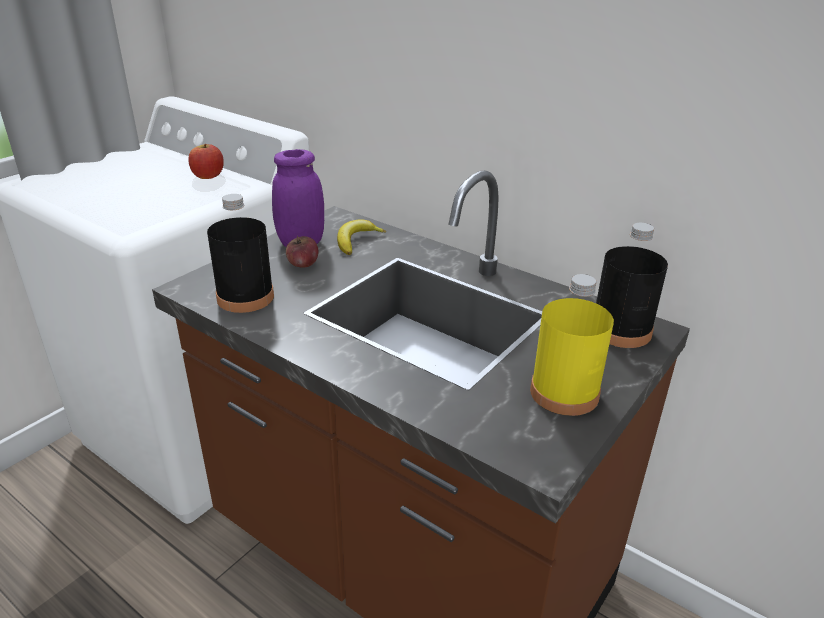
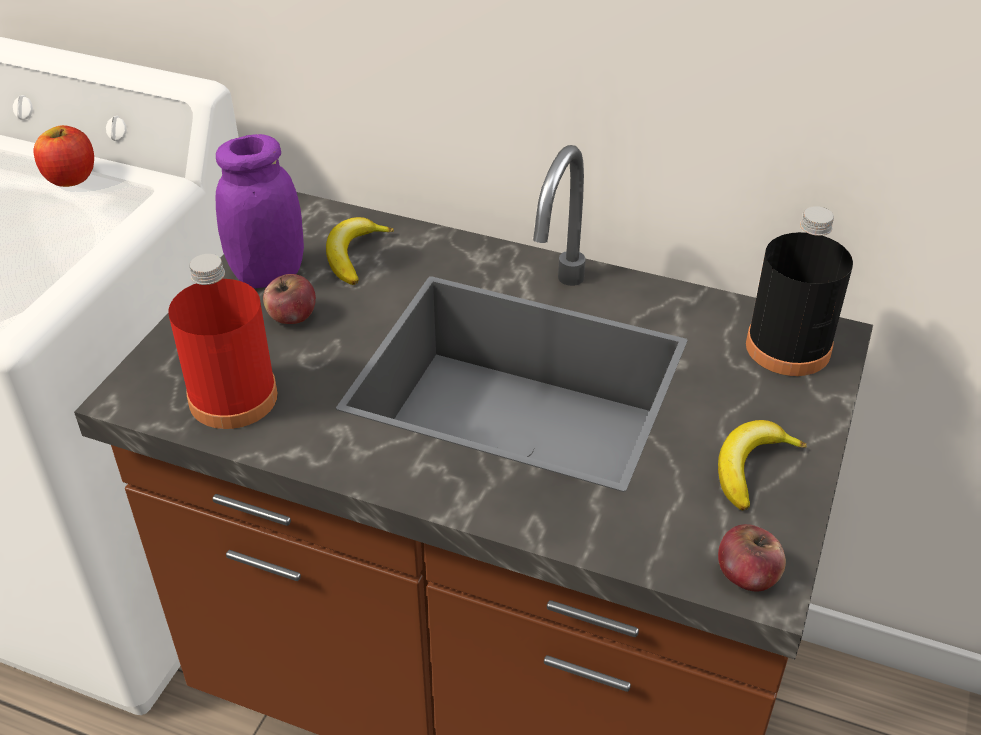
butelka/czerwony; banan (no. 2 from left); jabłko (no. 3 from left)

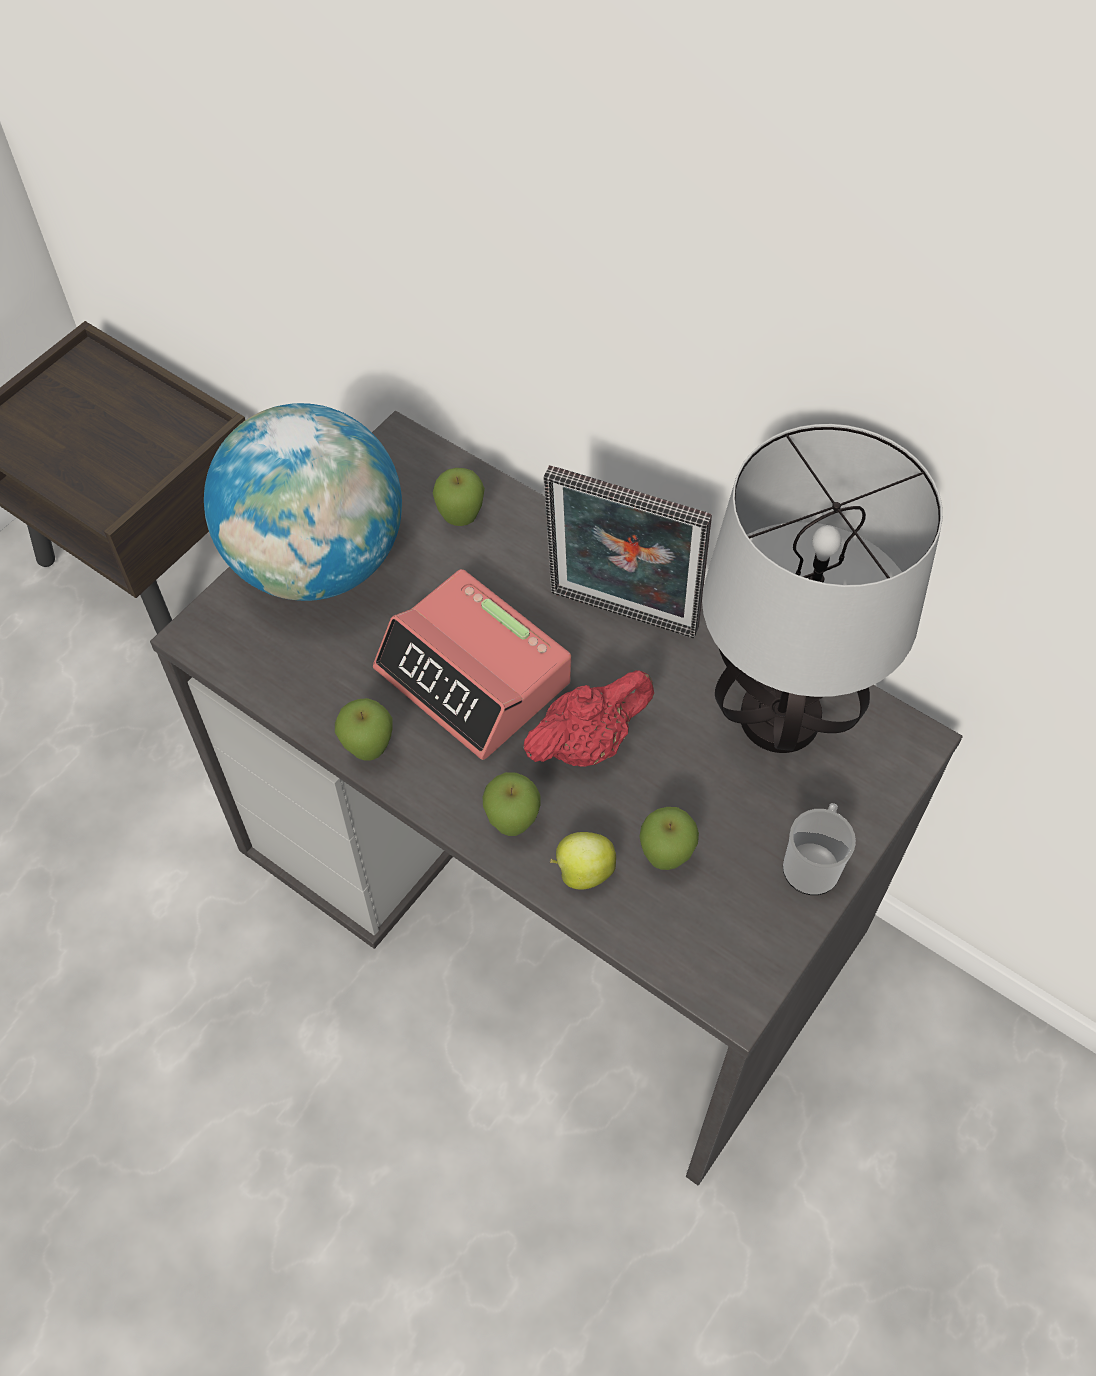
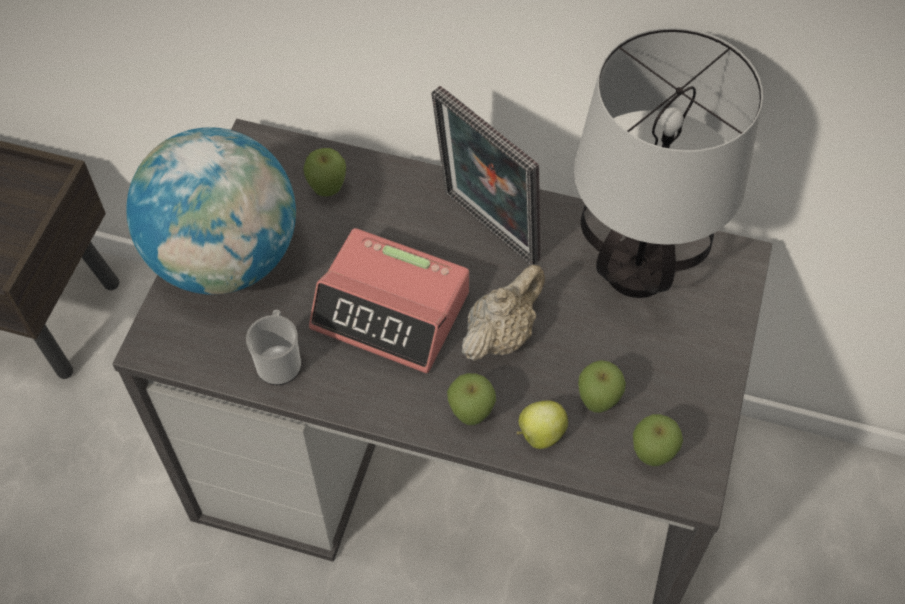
ramka na zdjęcie; imbryk/beżowy; jabłko (no. 5 from left); kubek

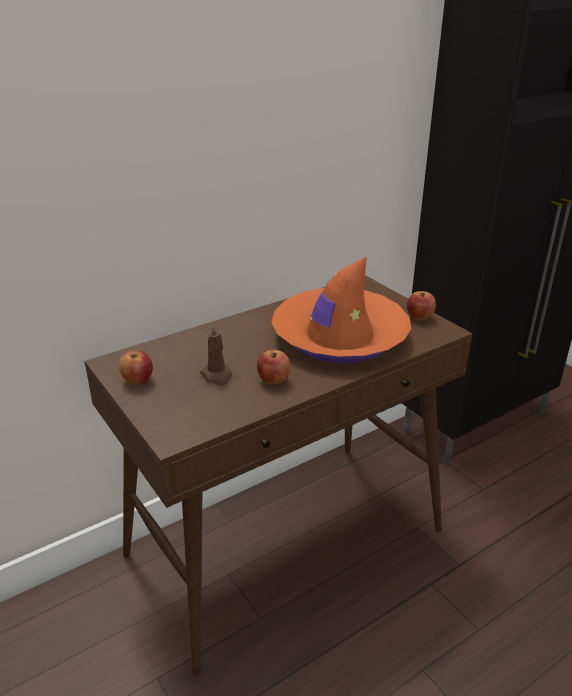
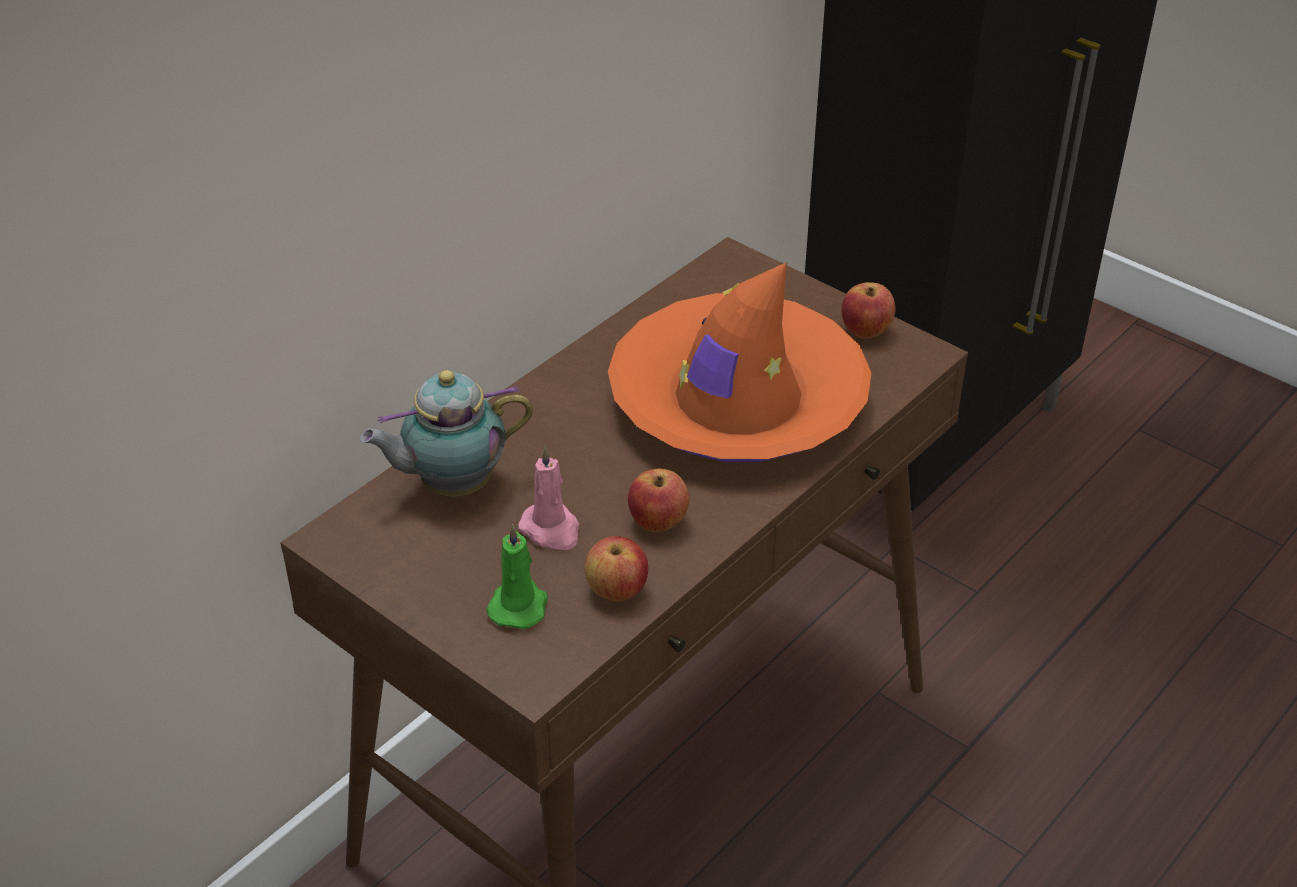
świeca/różowy; jabłko (no. 1 from left); imbryk; świeca/zielony

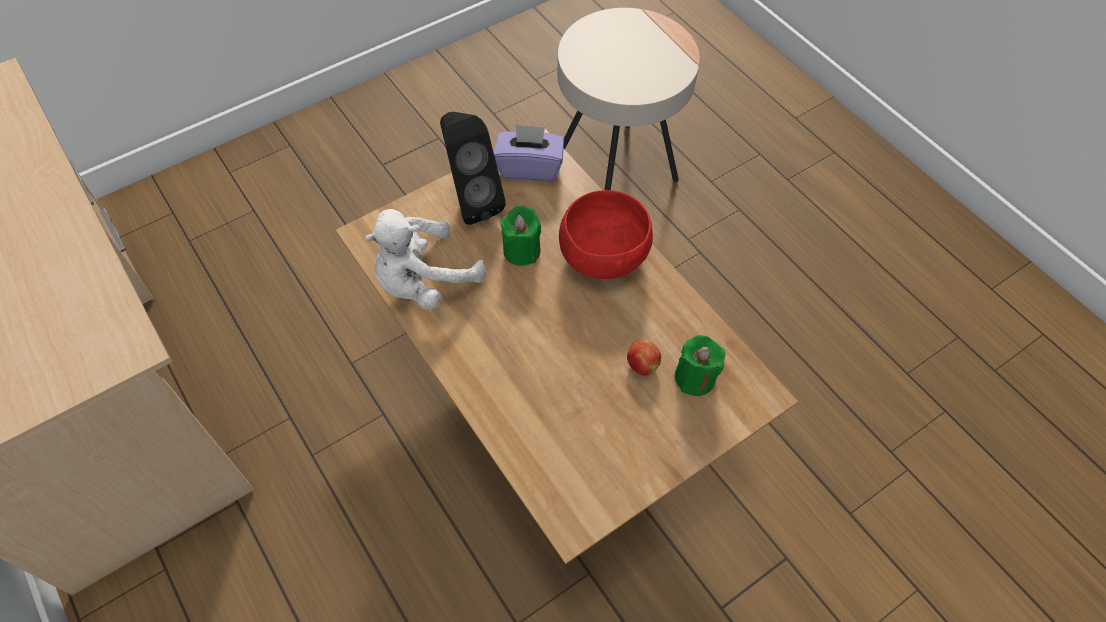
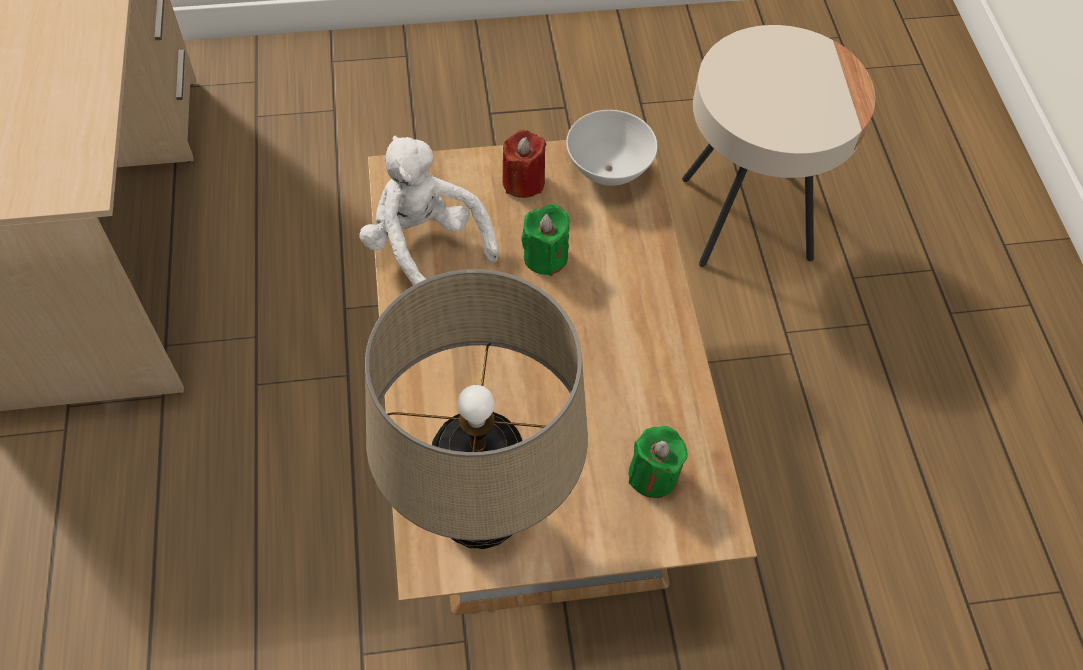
świeca/czerwony; miska/biały; miska/czerwony; pluszak/biały; jabłko; lampa stołowa/beżowy

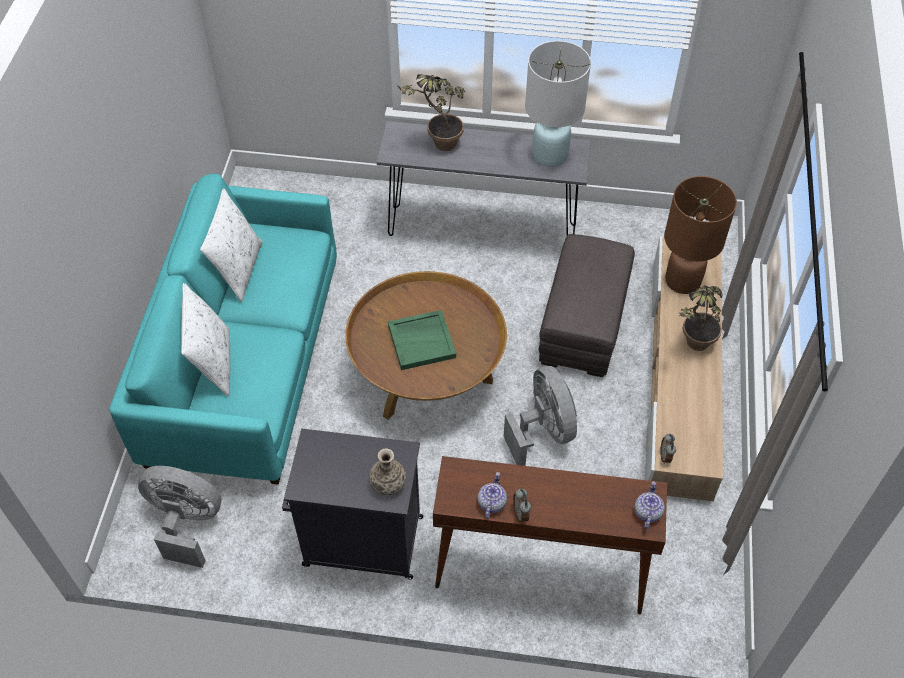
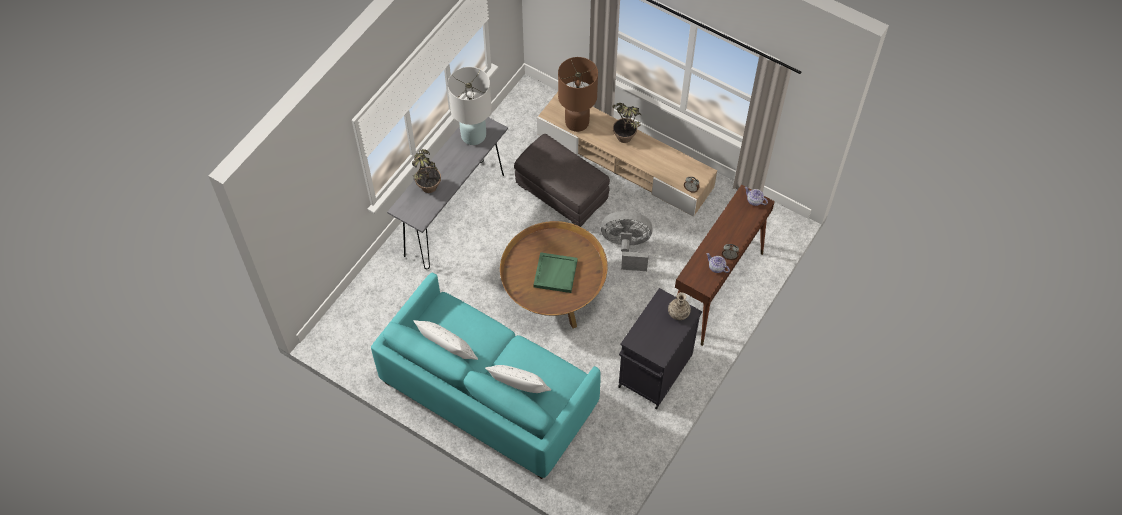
wentylator/szary (no. 1 from left in the first image)

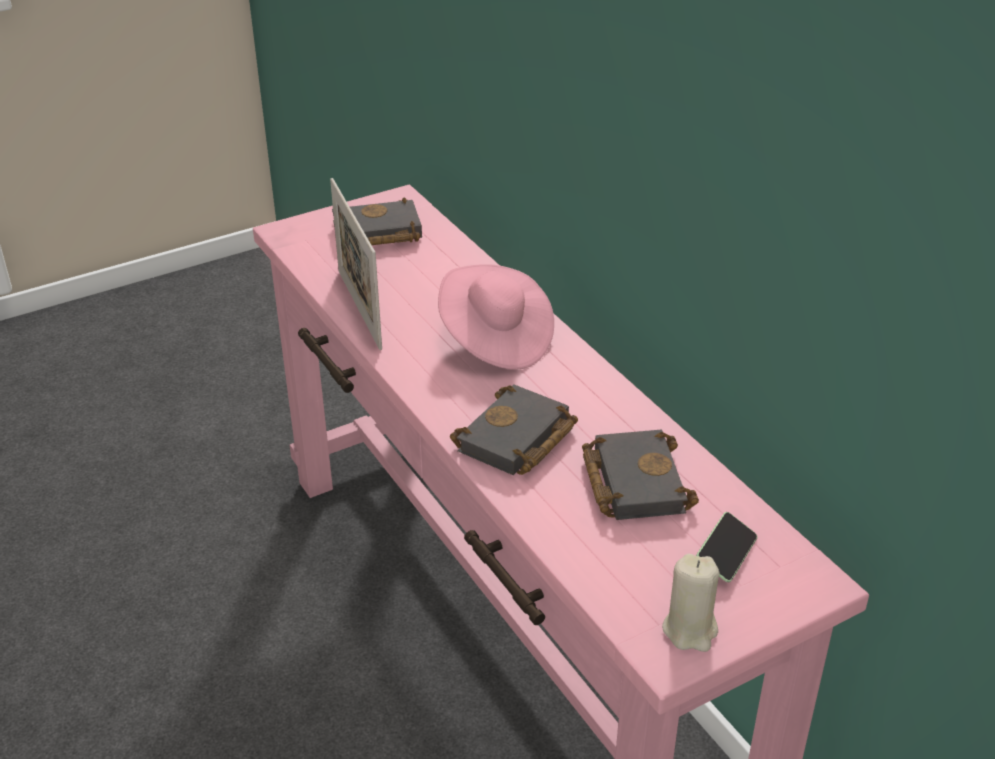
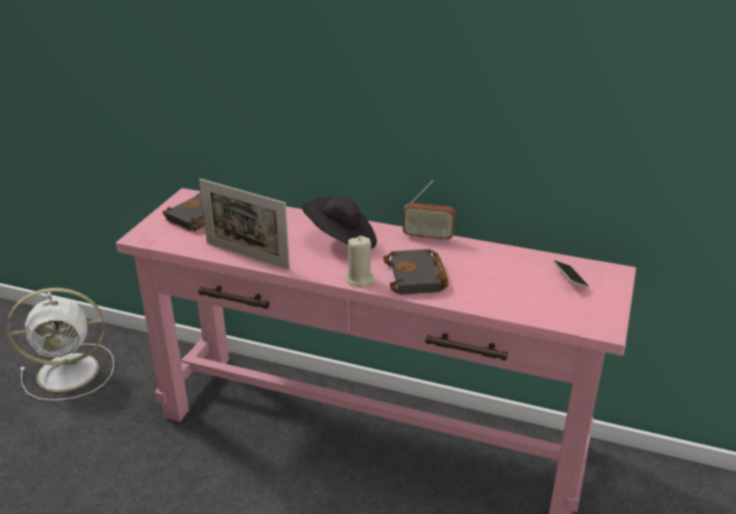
kapelusz/czarny; książka/czarny (no. 3 from left in the first image); świeca/beżowy; radio; wentylator/biały

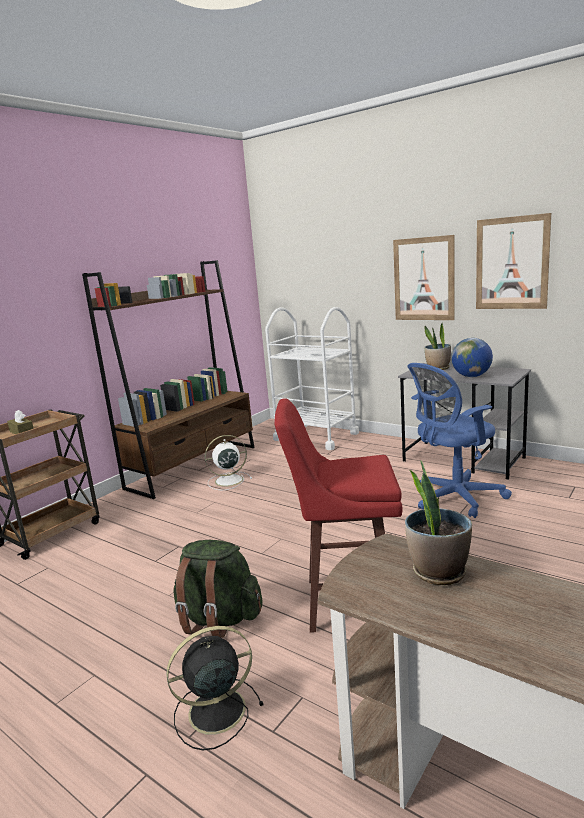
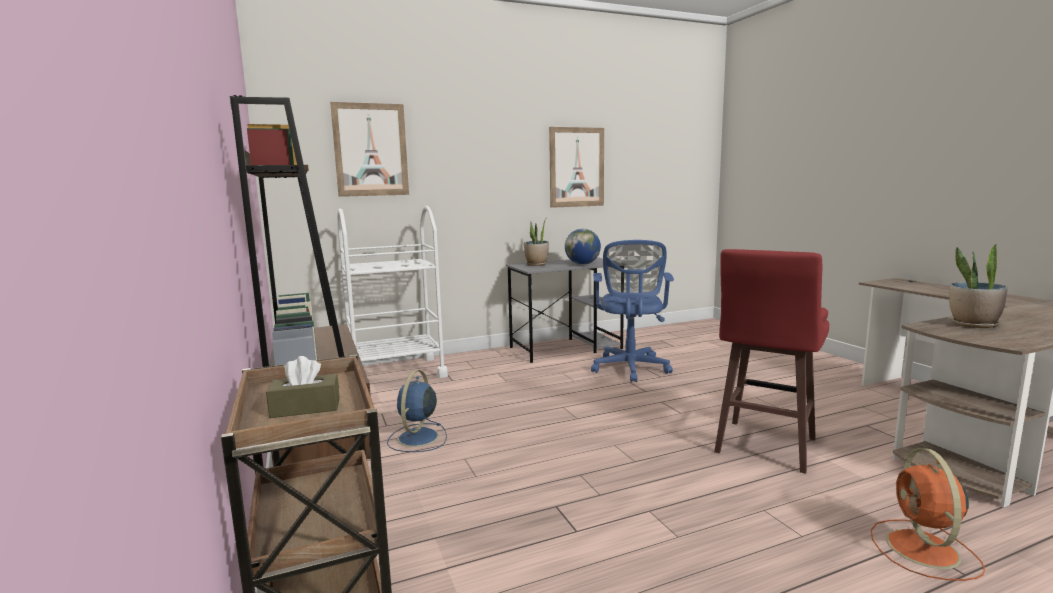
obraz (no. 1 from left); wentylator/niebieski; plecak/zielony; wentylator/pomarańczowy

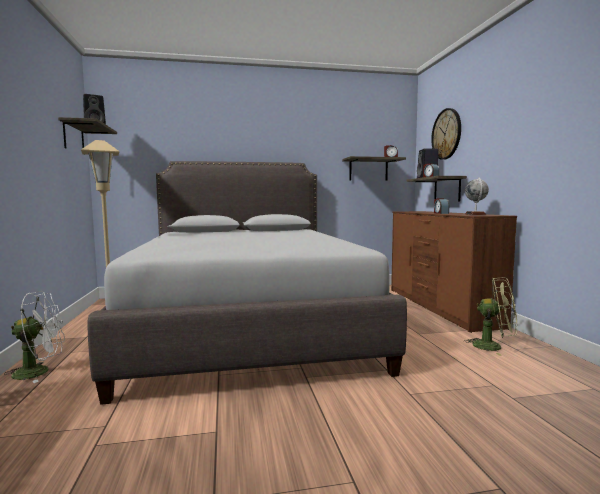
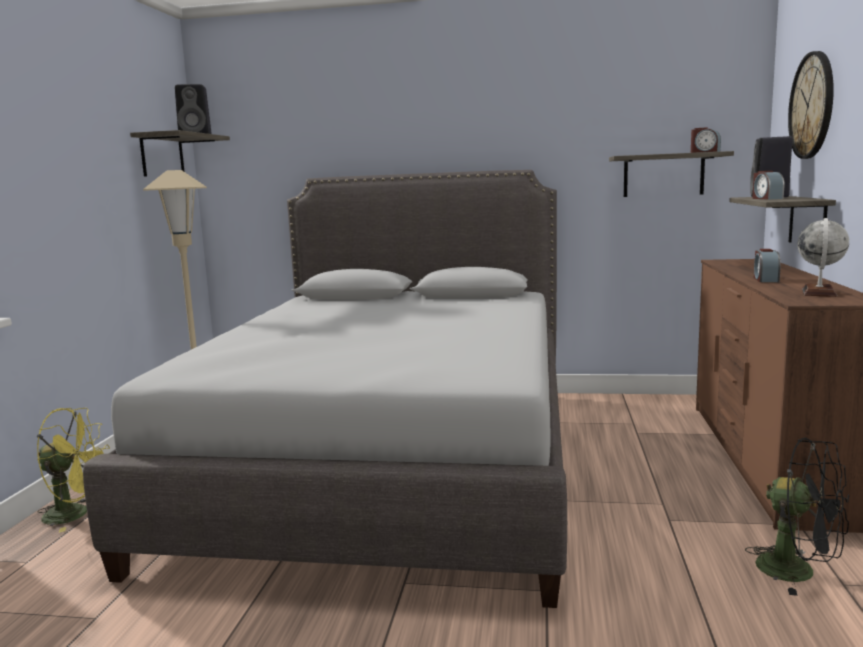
wentylator/czarny; wentylator/żółty

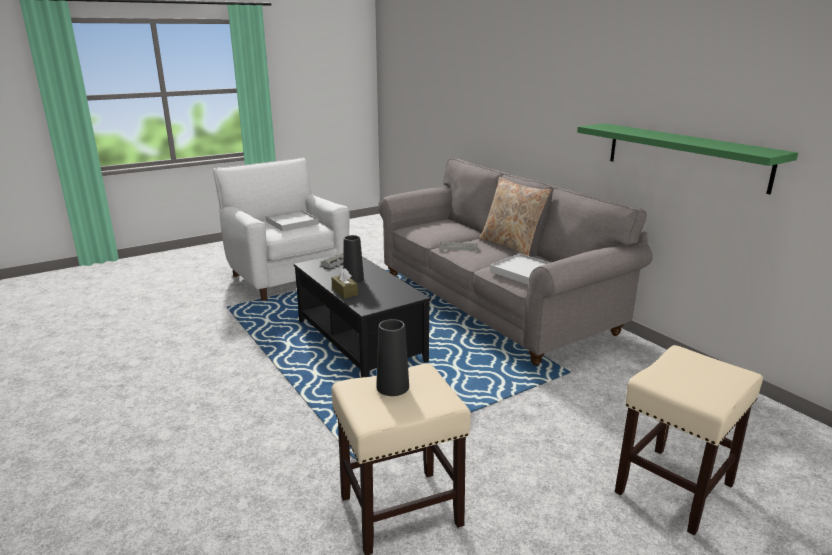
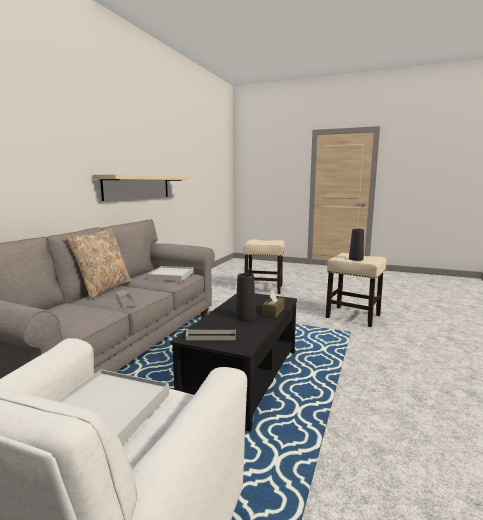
półka/beżowy

